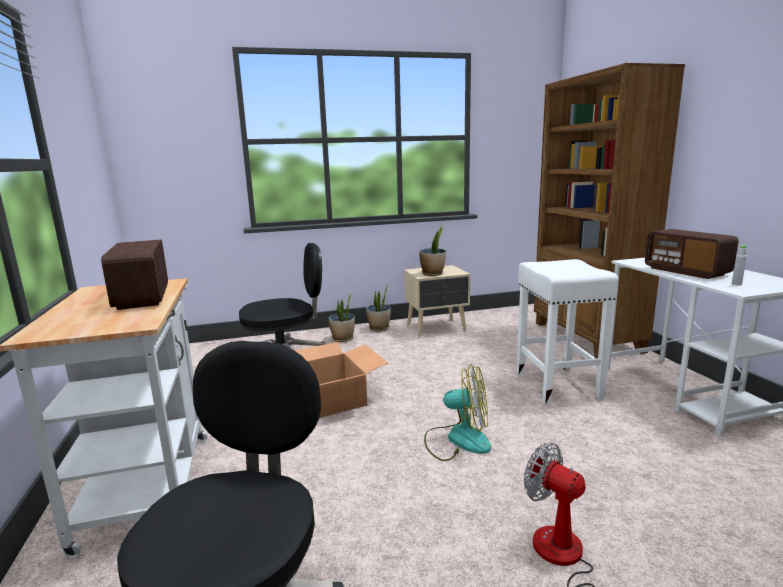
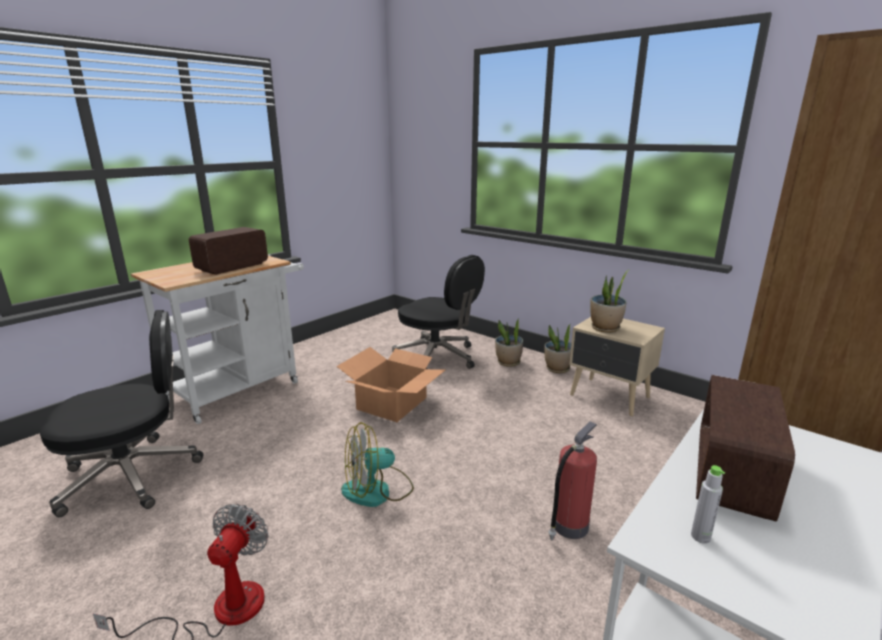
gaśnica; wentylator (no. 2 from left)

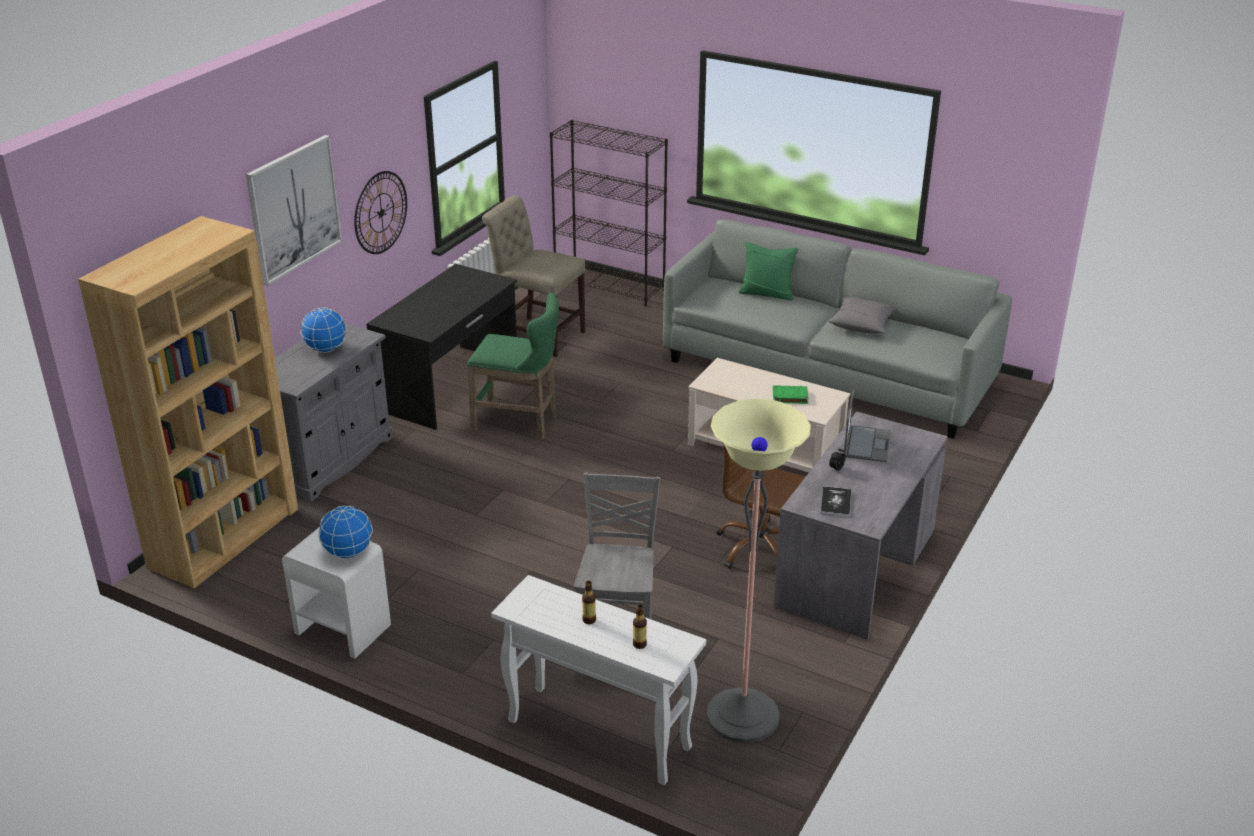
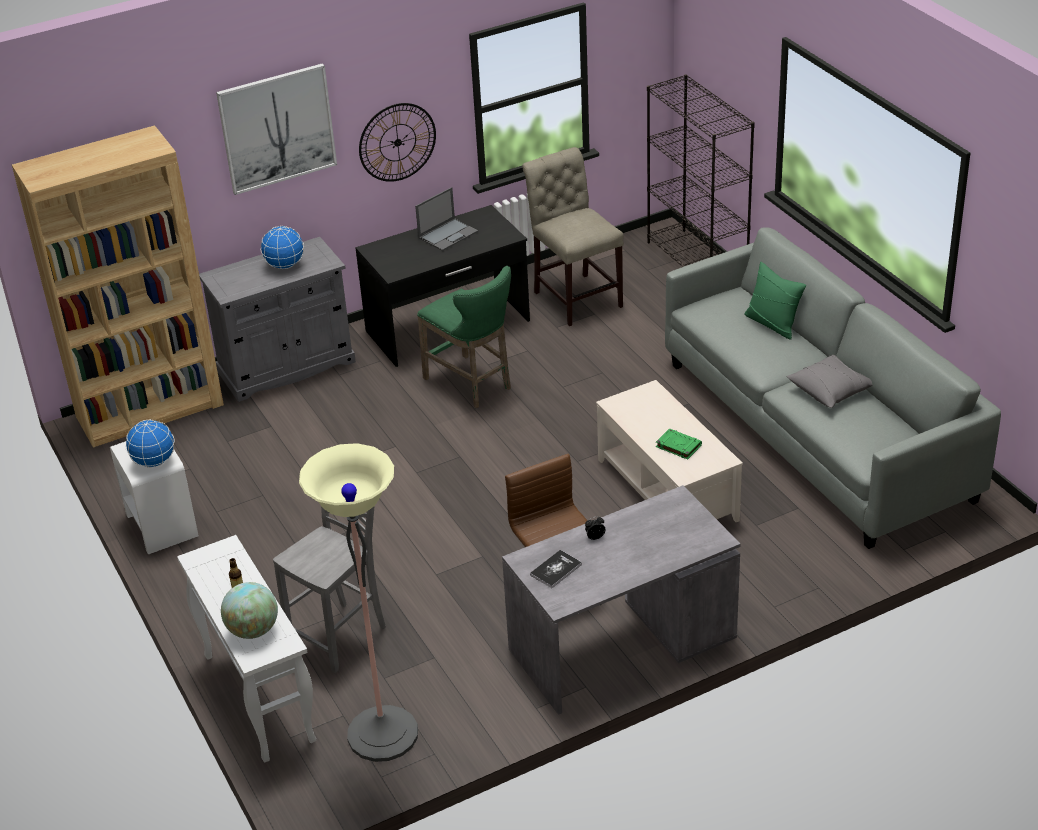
laptop; globus (no. 2 from left)

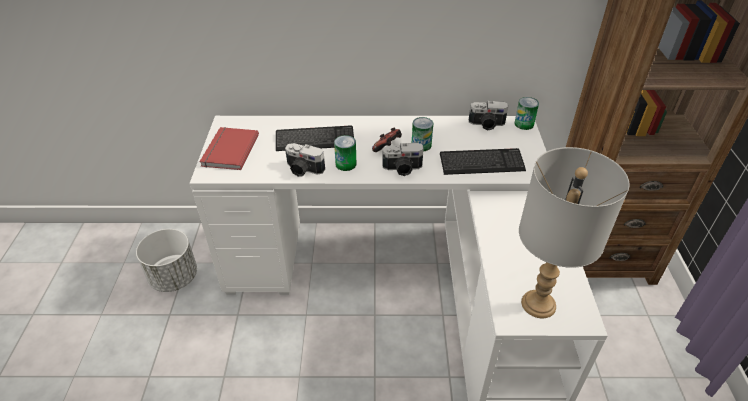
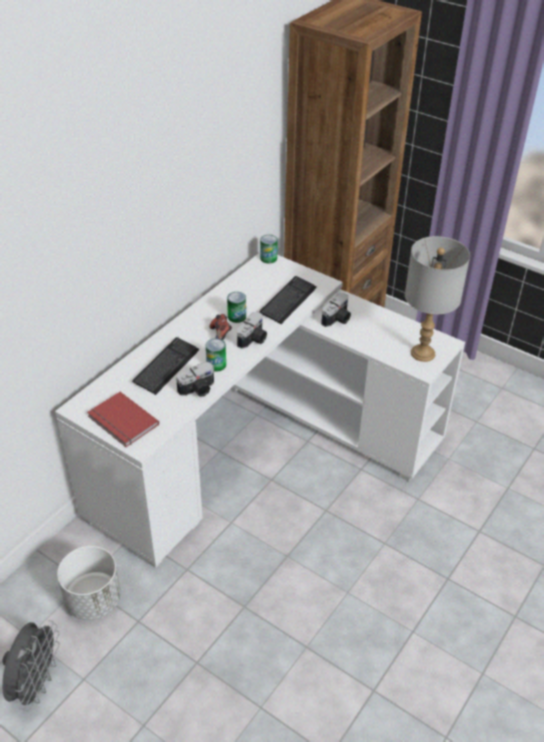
aparat fotograficzny (no. 3 from left); wentylator/szary

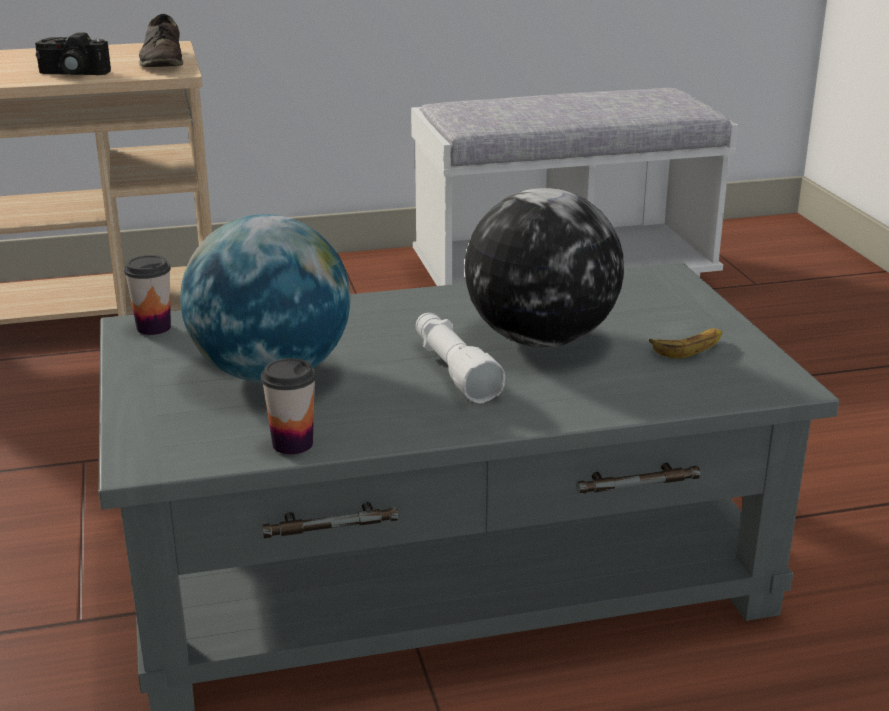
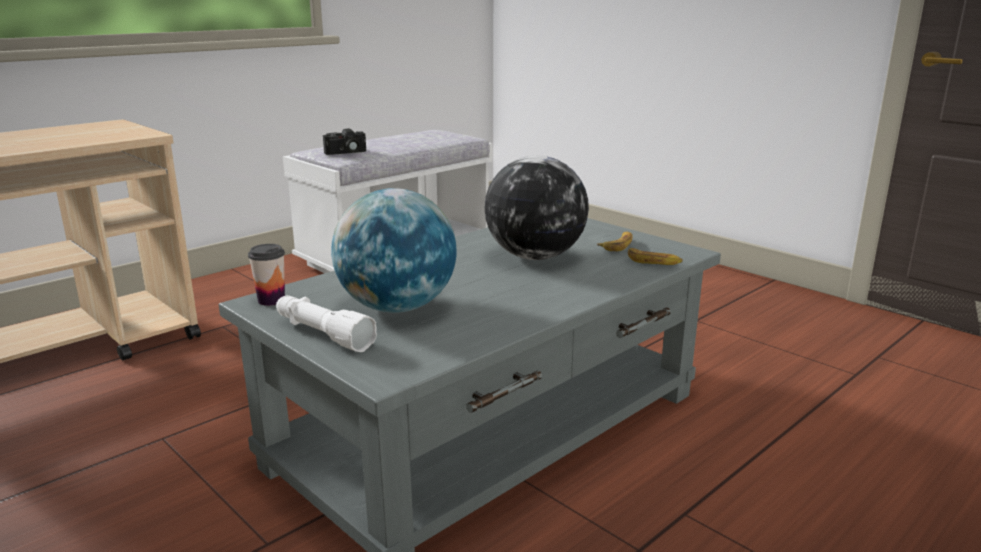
but/brązowy; aparat fotograficzny; latarka/biały; filiżanka (no. 2 from left in the first image); banan (no. 2 from left)

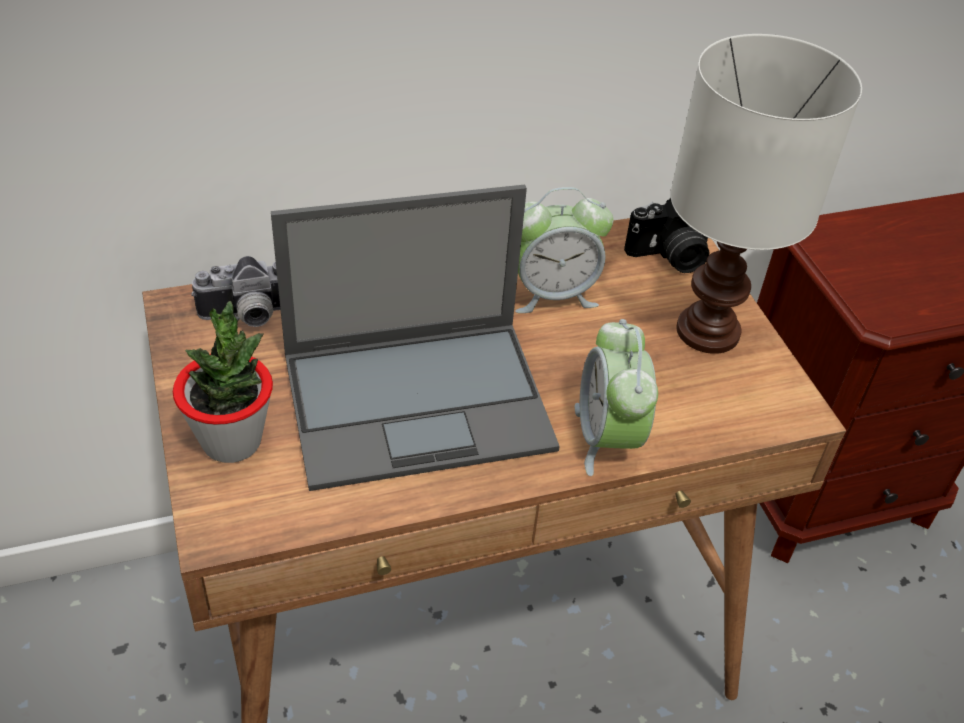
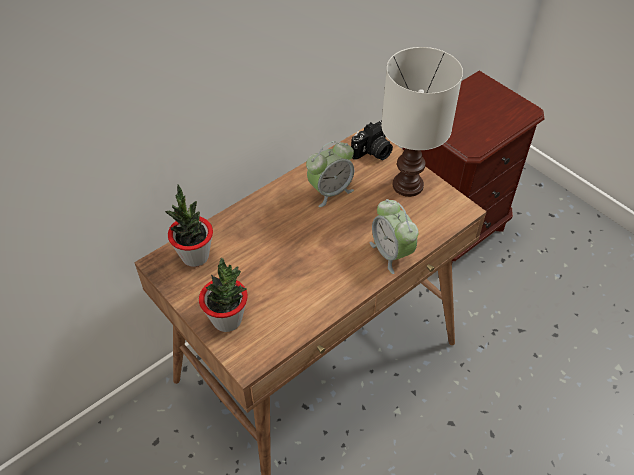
laptop; roślina doniczkowa (no. 1 from left)

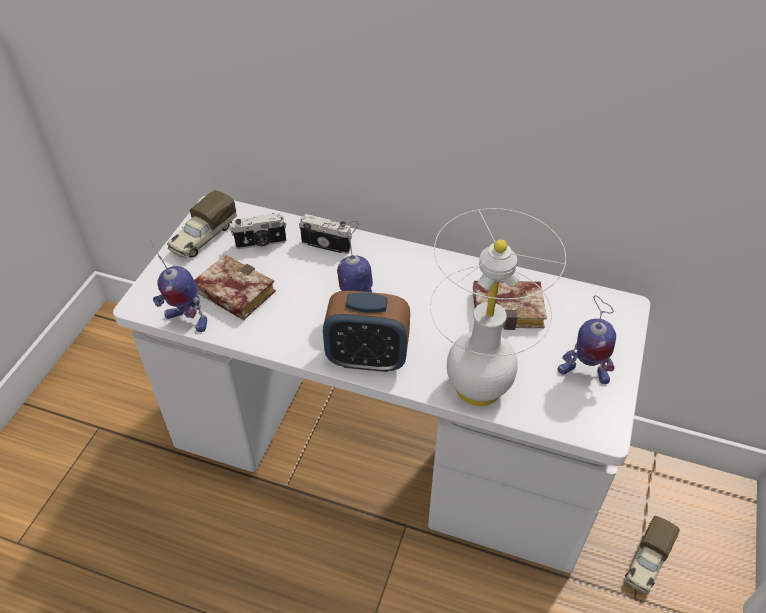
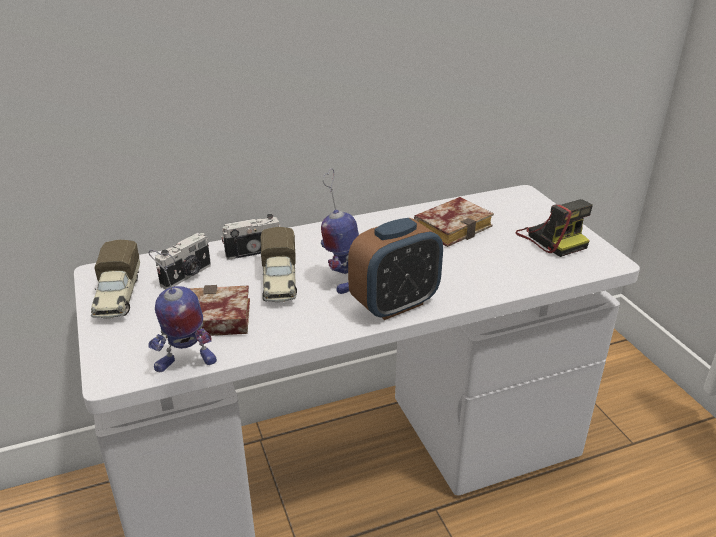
lampa stołowa/biały; aparat fotograficzny (no. 3 from left); ciężarówka zabawkowa (no. 2 from left)

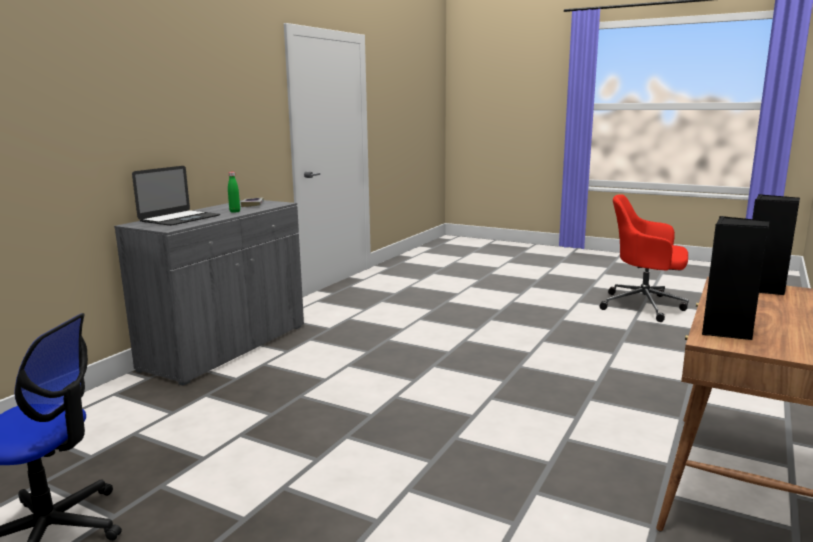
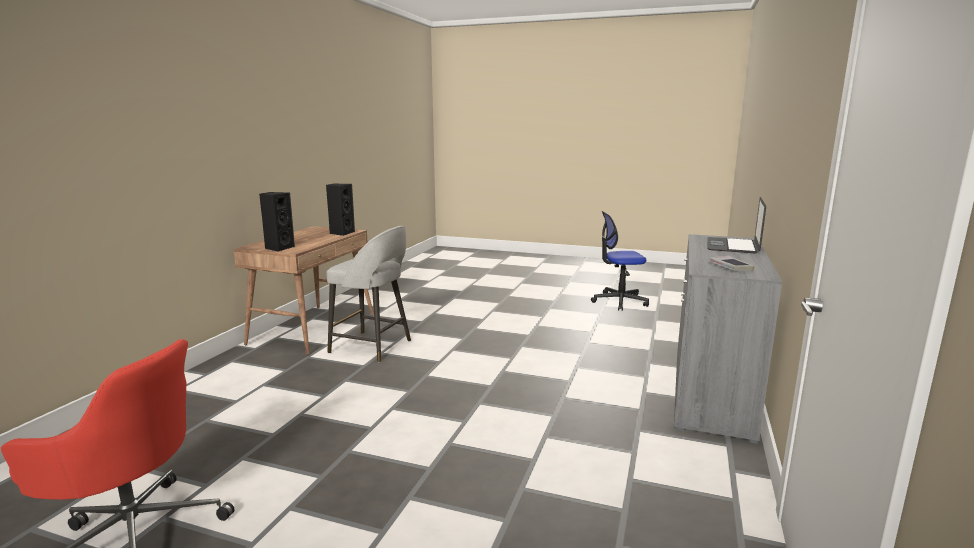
butelka/zielony; stołek/szary

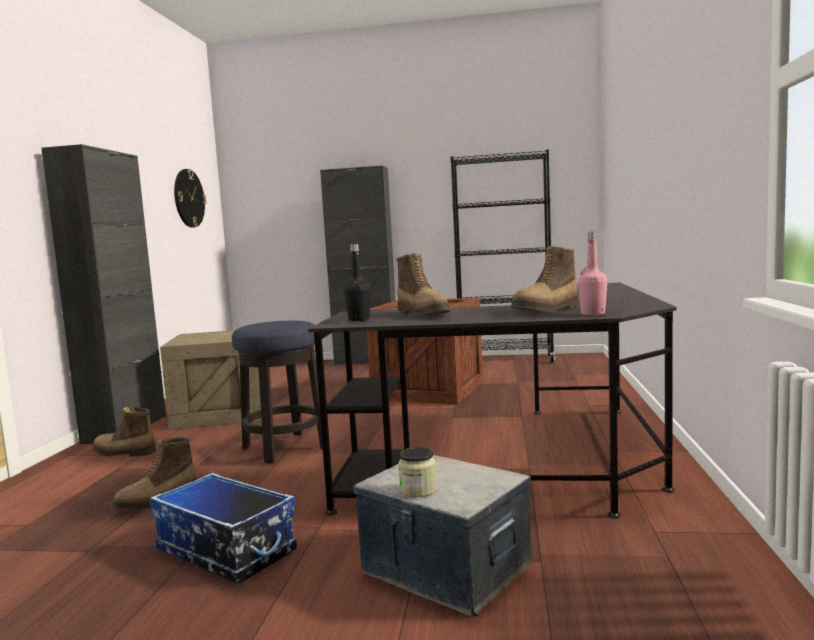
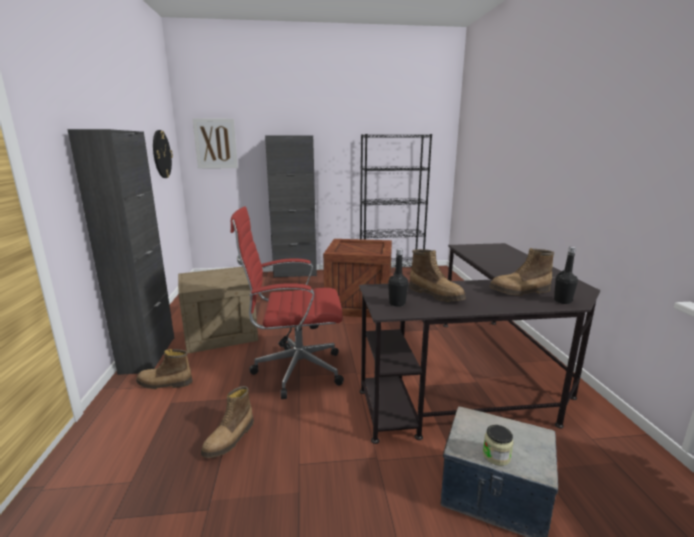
butelka/czarny (no. 2 from left); but z cholewką (no. 4 from left); krzesło biurowe/czerwony; pojemnik do przechowywania (no. 1 from left in the first image); obraz

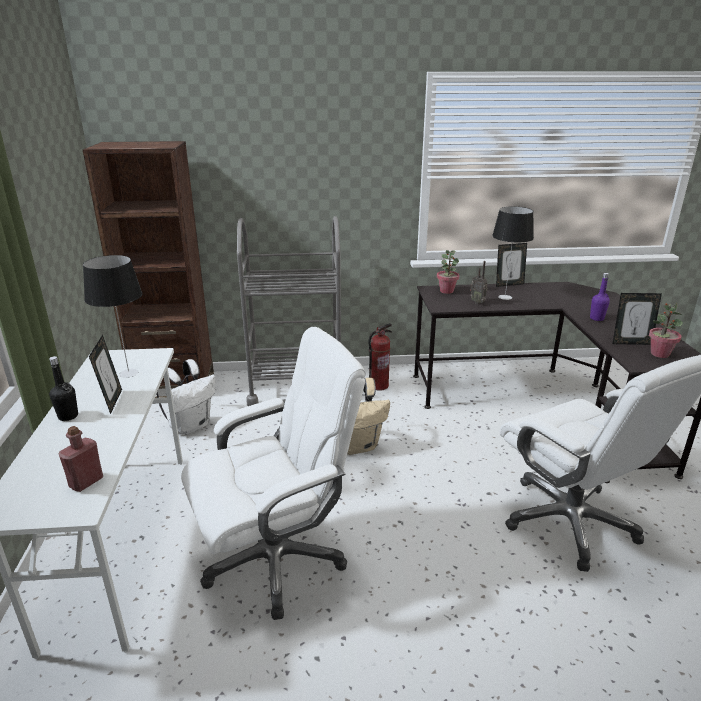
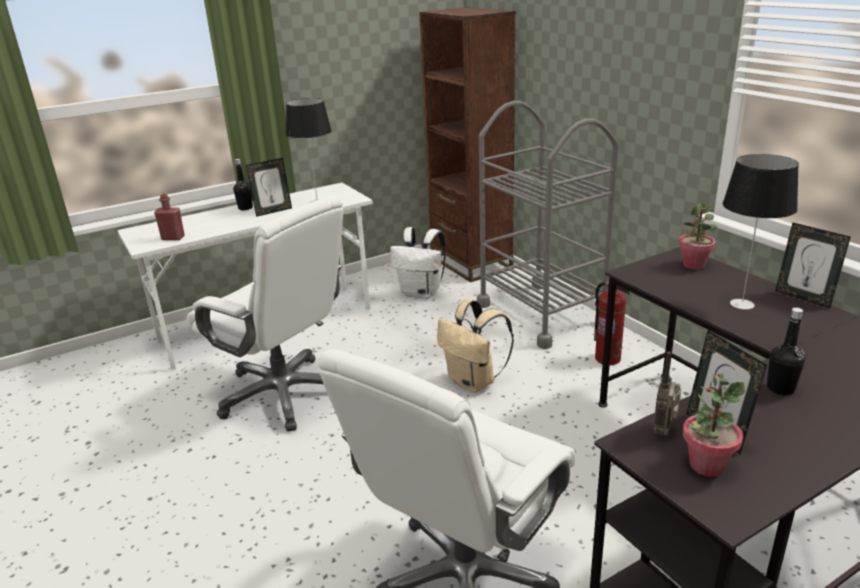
radio; butelka/czarny (no. 2 from left)

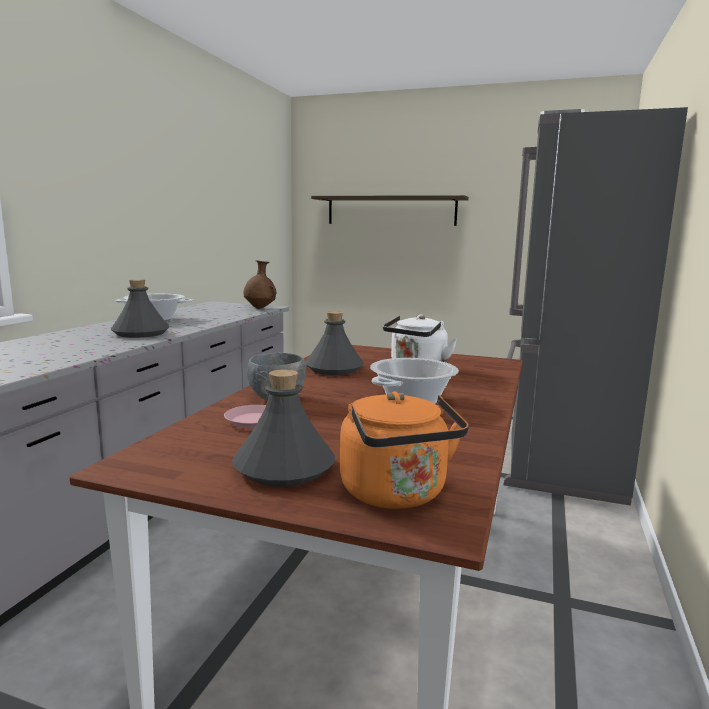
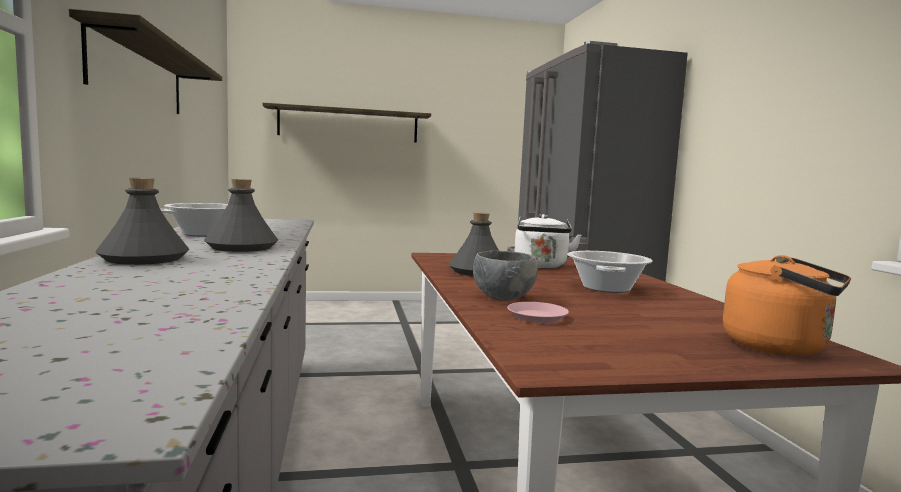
wazon/brązowy; butelka/szary (no. 1 from left); półka (no. 1 from left)

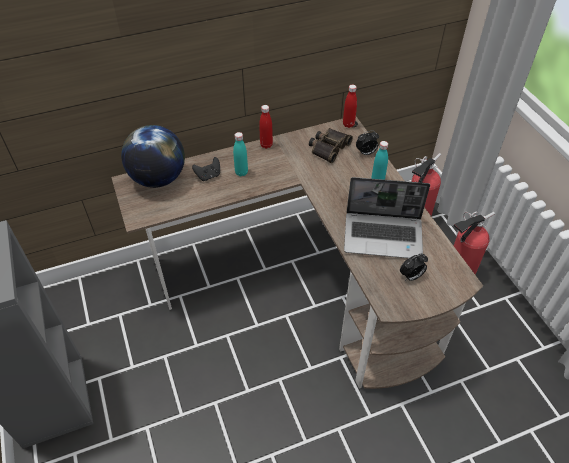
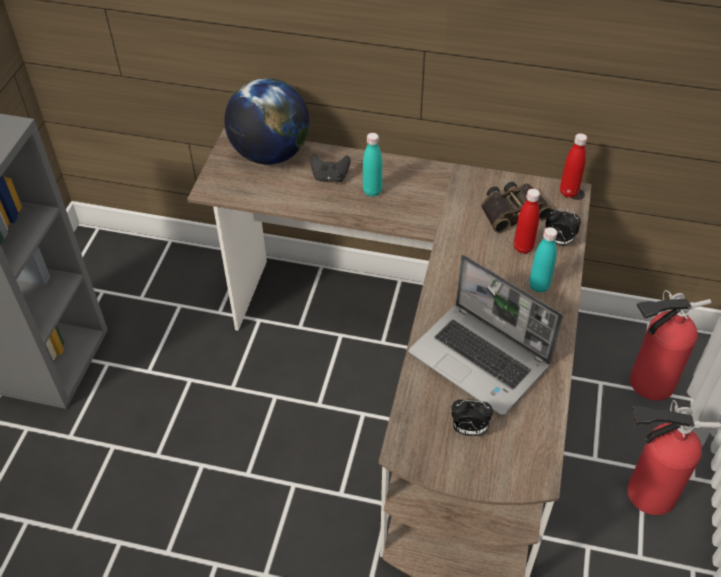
butelka/czerwony (no. 1 from left)

